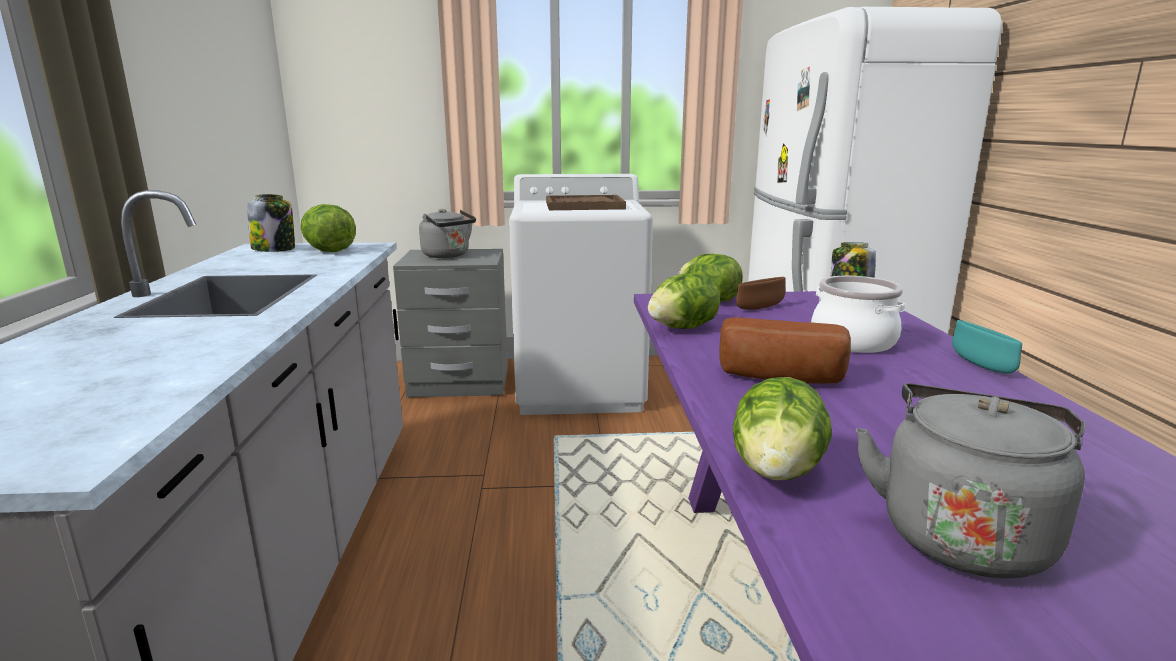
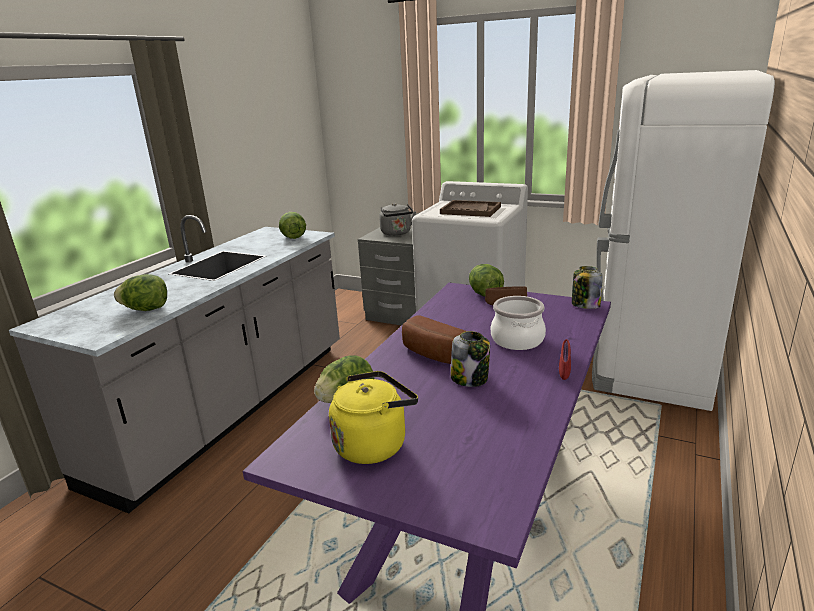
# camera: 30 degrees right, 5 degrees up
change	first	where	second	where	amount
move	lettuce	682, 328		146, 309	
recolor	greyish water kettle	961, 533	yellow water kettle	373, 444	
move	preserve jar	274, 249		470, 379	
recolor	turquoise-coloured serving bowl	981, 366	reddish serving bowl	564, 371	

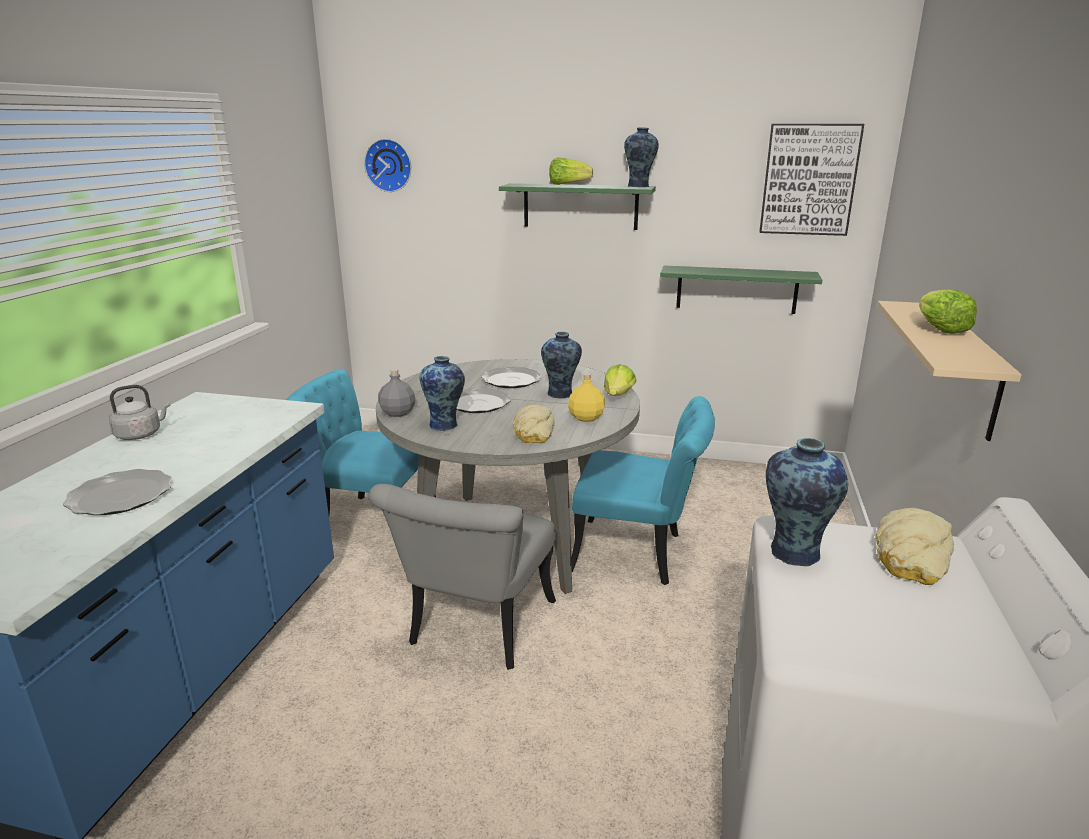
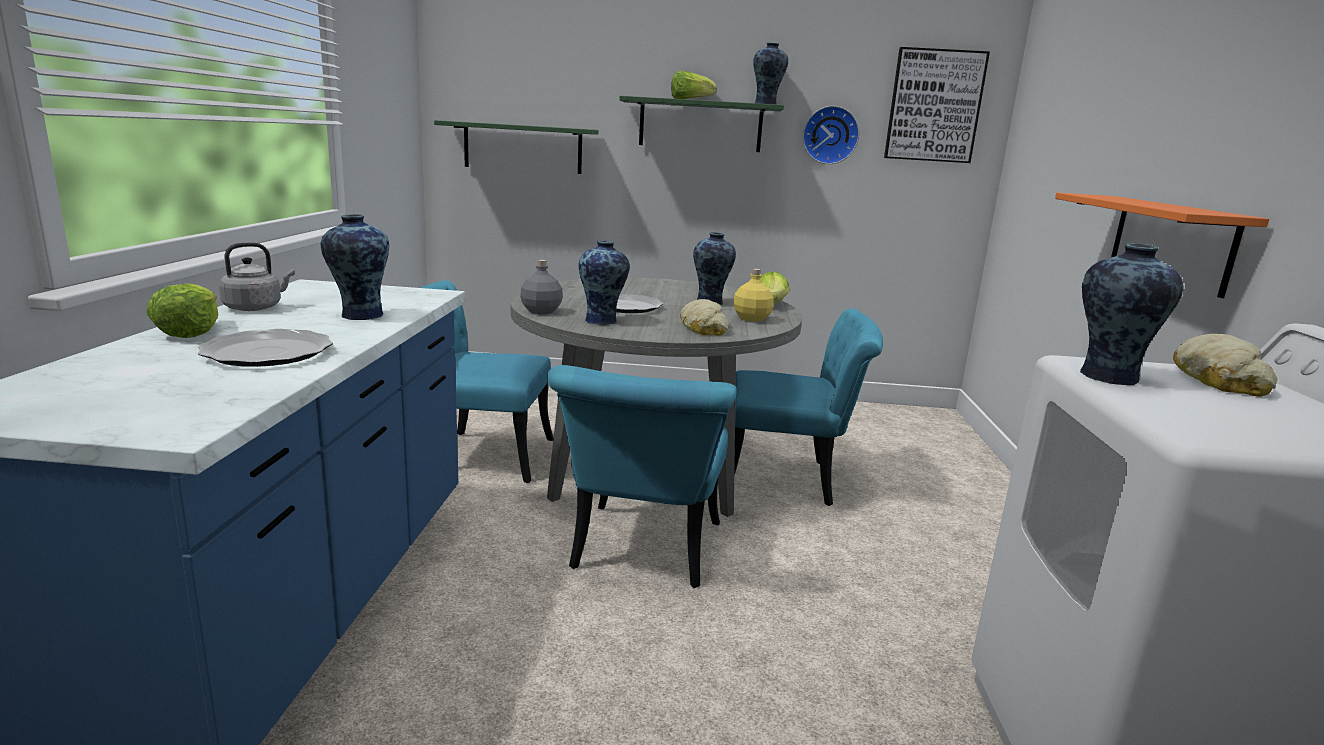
# camera: 10 degrees left, 5 degrees down
change	first	where	second	where	amount
move	lettuce	939, 329		190, 332	
insert			decorative vase	360, 315	
move	greenish wall shelf	736, 289		523, 148	
recolor	greyish plain chair	476, 632	turquoise-coloured plain chair	642, 554	
move	wall clock	389, 165		830, 135	
recolor	beige wall shelf	966, 368	orange-coloured wall shelf	1170, 242	
delete	flat dish	511, 380			

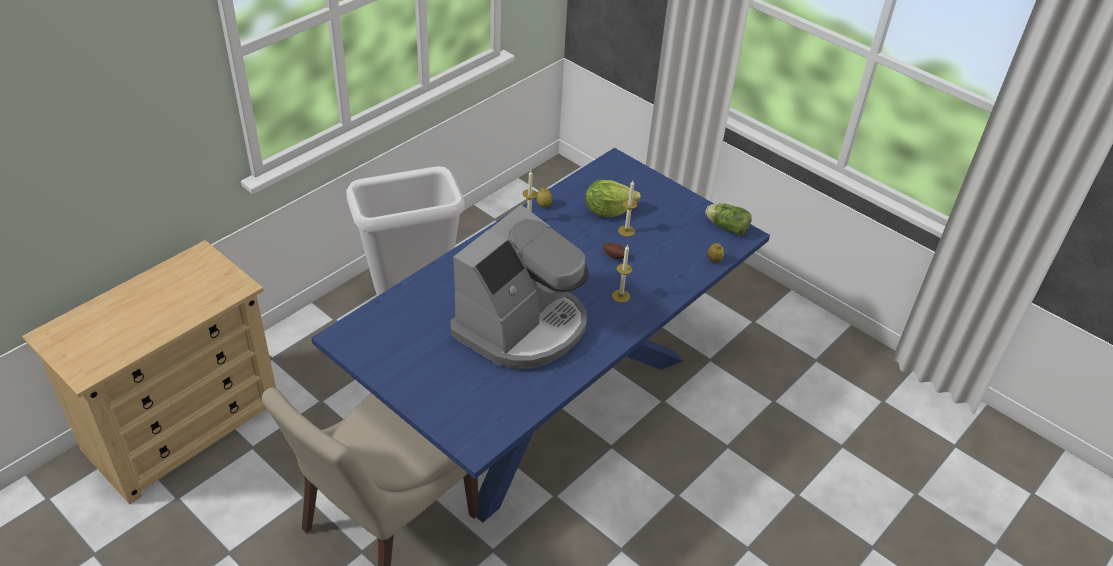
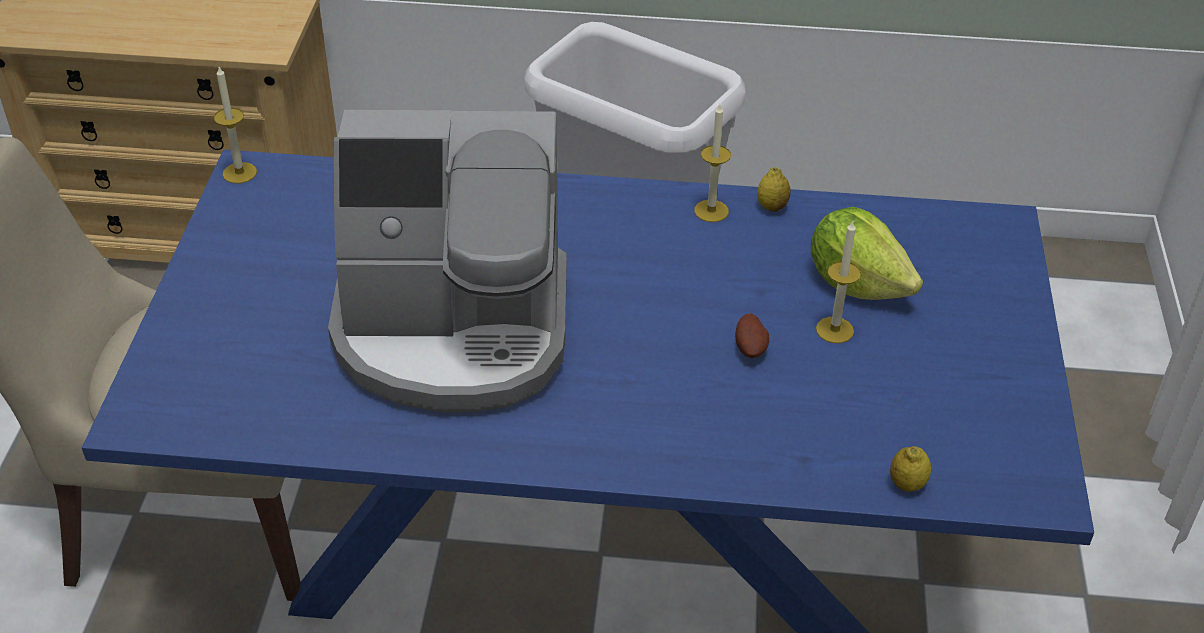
# camera: 55 degrees right, 0 degrees up
change	first	where	second	where	amount
move	wax candle	621, 296		239, 173	
delete	lettuce	725, 226			

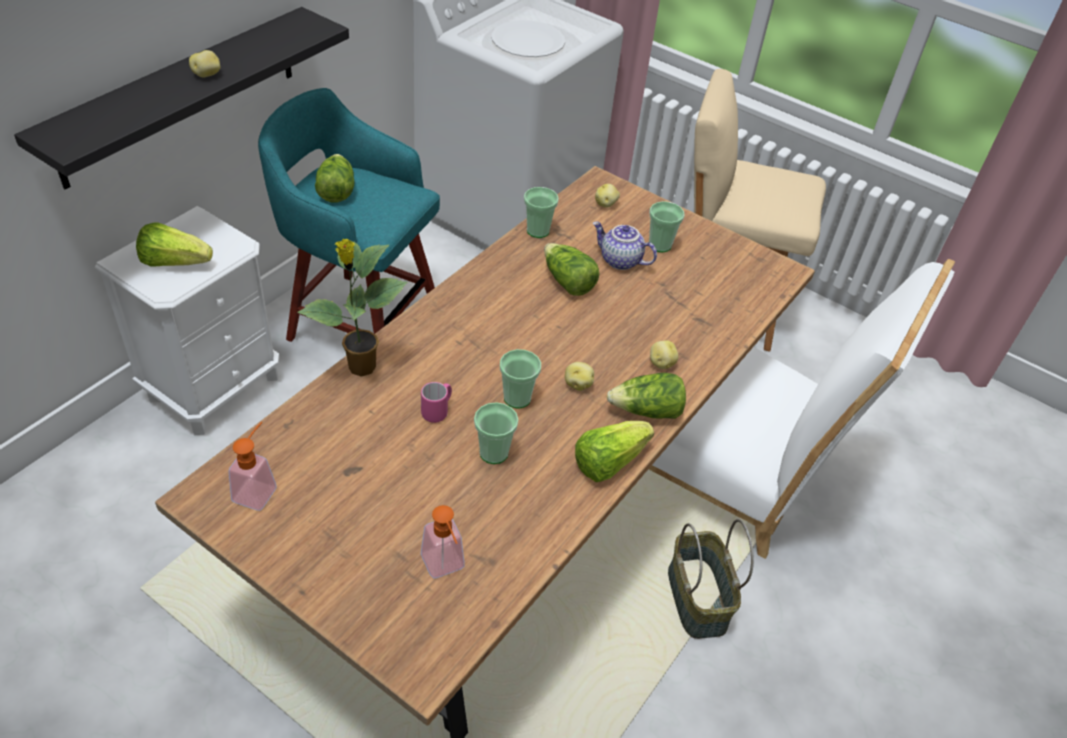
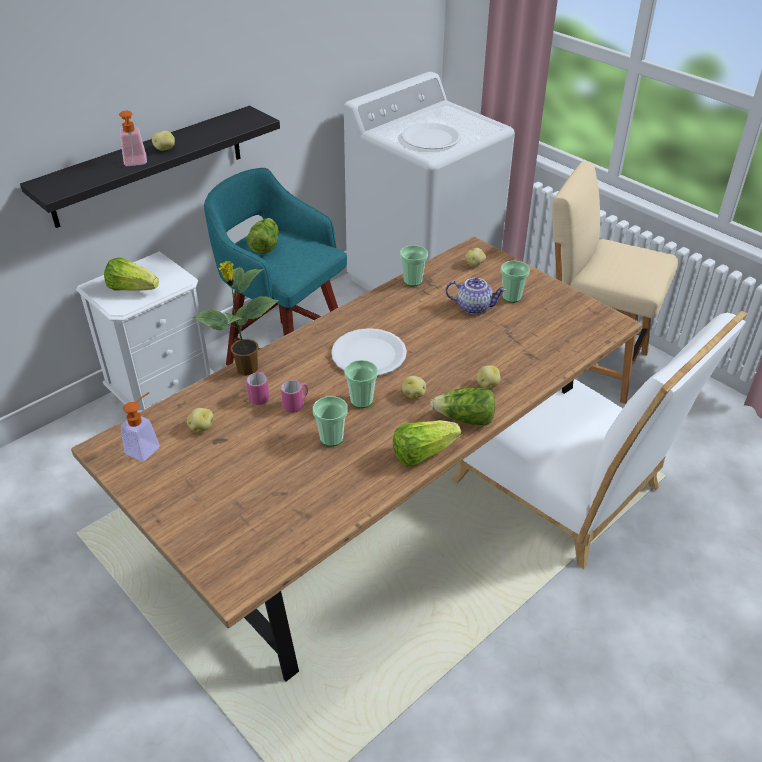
# camera: 15 degrees right, 5 degrees down
change	first	where	second	where	amount
move	soap bottle	445, 567		135, 163	
insert			potato	201, 428	
insert			pink coffee mug	260, 396	
insert			white-coloured flat dish	369, 354	
rotate	teapot	619, 261		474, 307	150 degrees clockwise
delete	lettuce	567, 282			
delete	storage basket	695, 598			

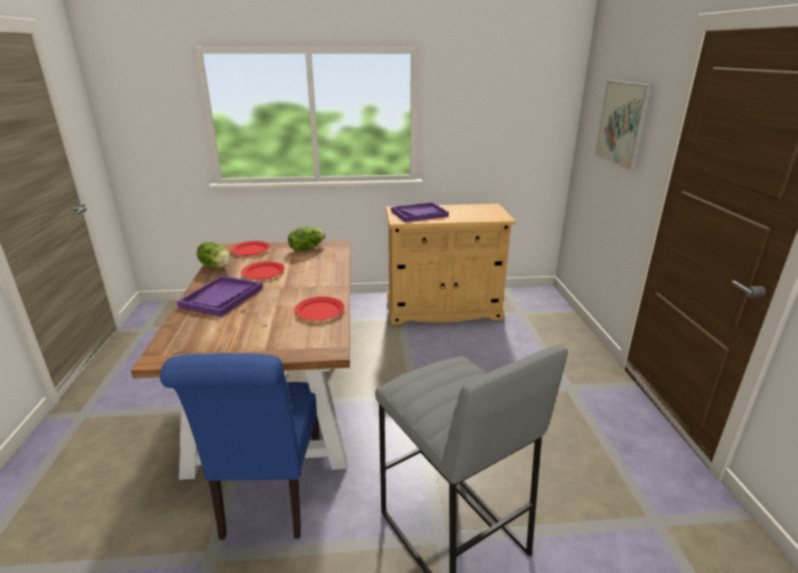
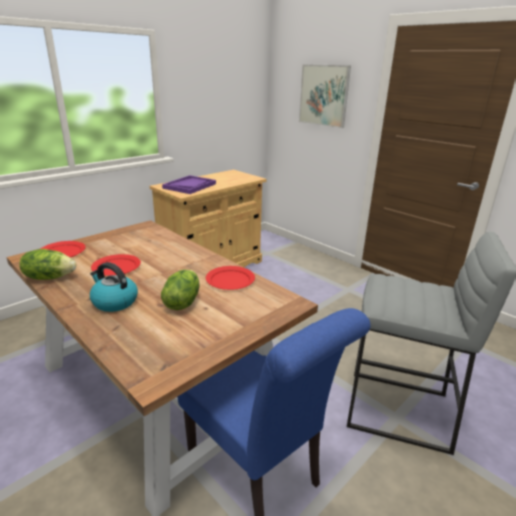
# camera: 40 degrees left, 0 degrees up
change	first	where	second	where	amount
replace	purplish carrying tray	222, 297	water kettle	114, 302	
move	lettuce	306, 248		182, 302	

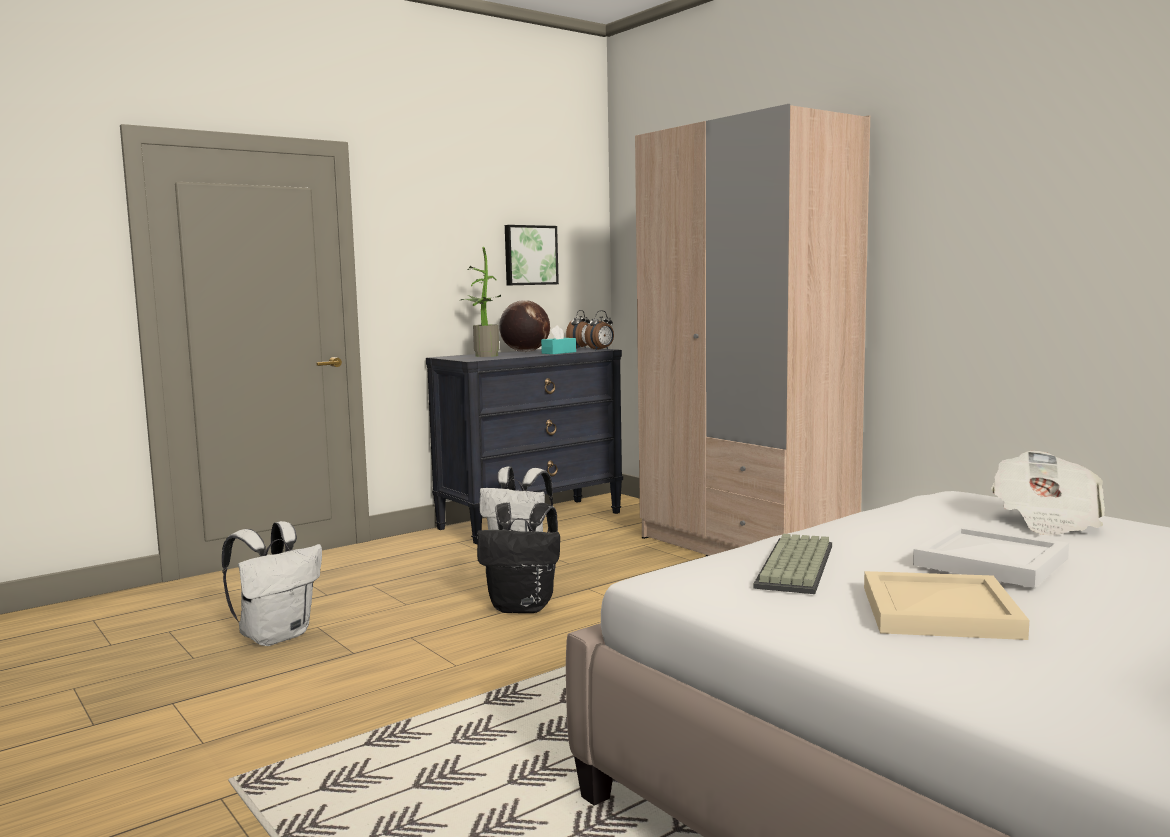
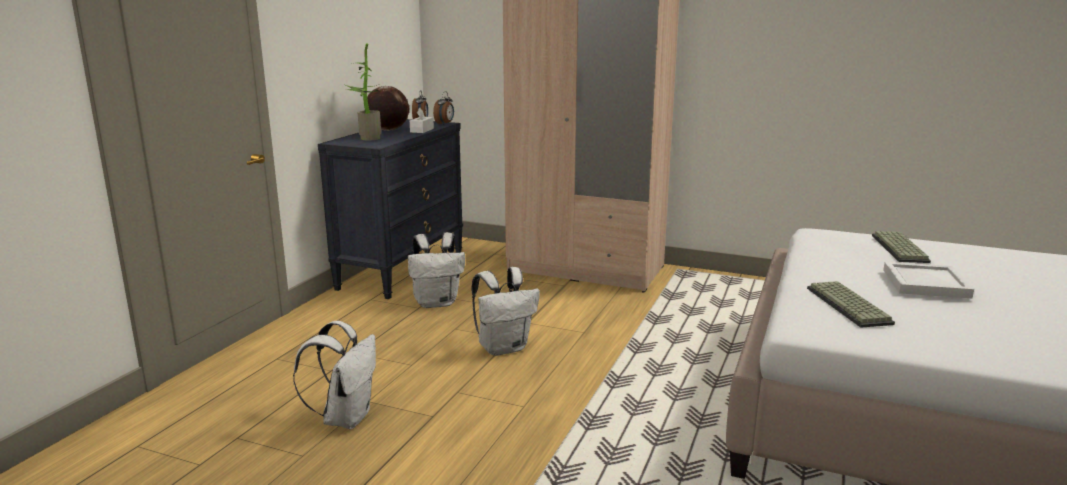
# camera: 30 degrees left, 10 degrees up
change	first	where	second	where	amount
recolor	turquoise-coloured box of tissues	559, 352	white-coloured box of tissues	422, 130	
recolor	black-coloured rucksack	523, 607	white-coloured rucksack	504, 348	
replace	daily paper	1046, 522	PC keyboard	901, 249	
delete	picture	530, 255			
delete	beige carrying tray	936, 611			

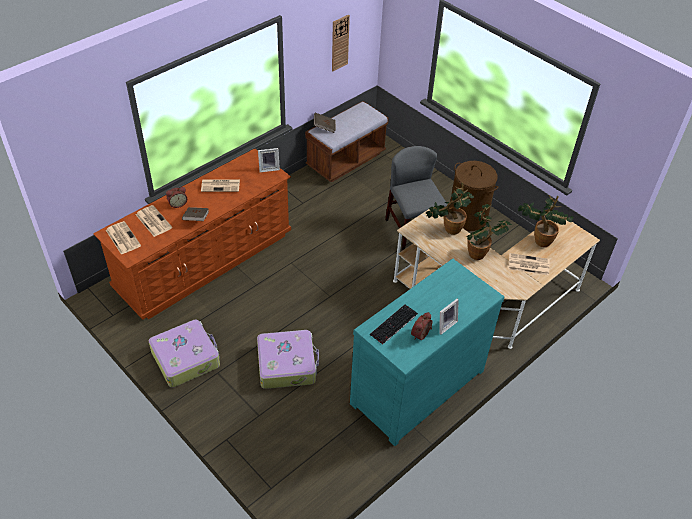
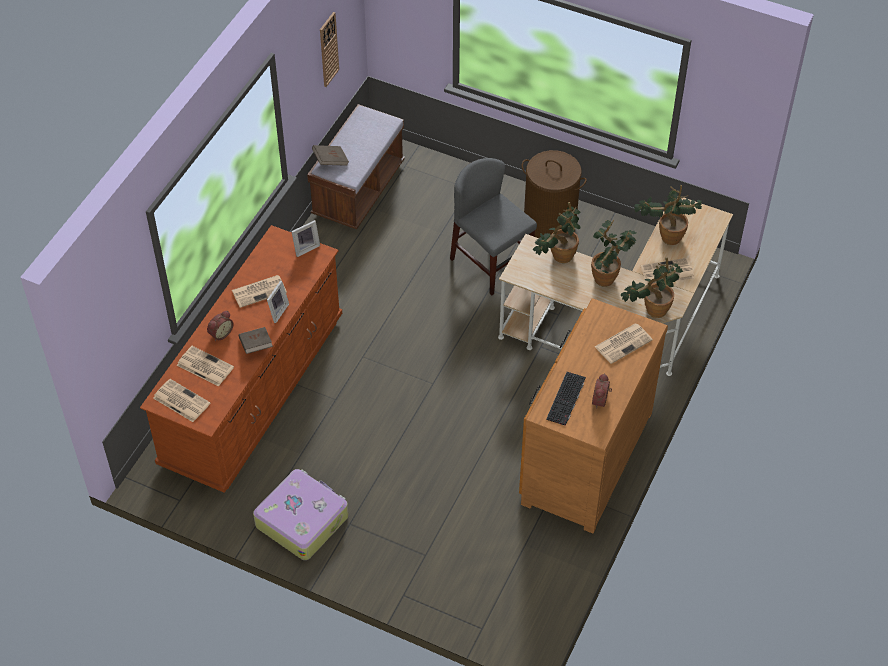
# camera: 20 degrees left, 5 degrees up
change	first	where	second	where	amount
move	picture frame	445, 324		277, 311	
recolor	turquoise-coloured chest of drawers	415, 385	brownish chest of drawers	584, 457	
insert			daily paper	623, 343	
insert			plant in a pot	651, 310	
delete	travel case	287, 364			

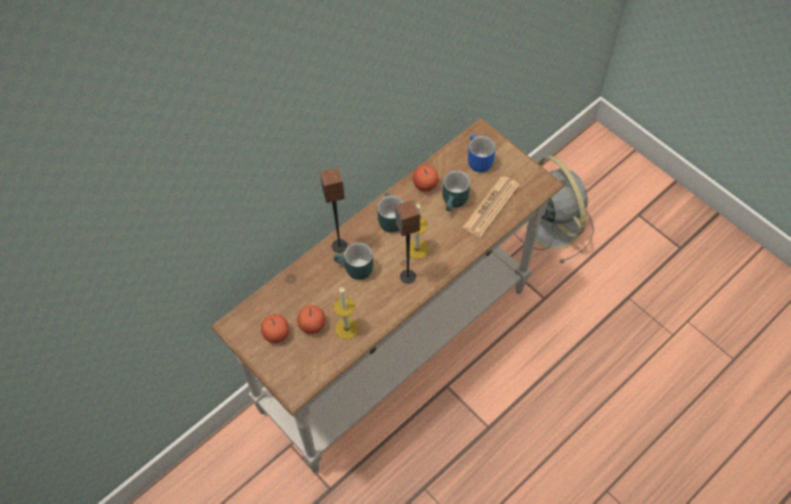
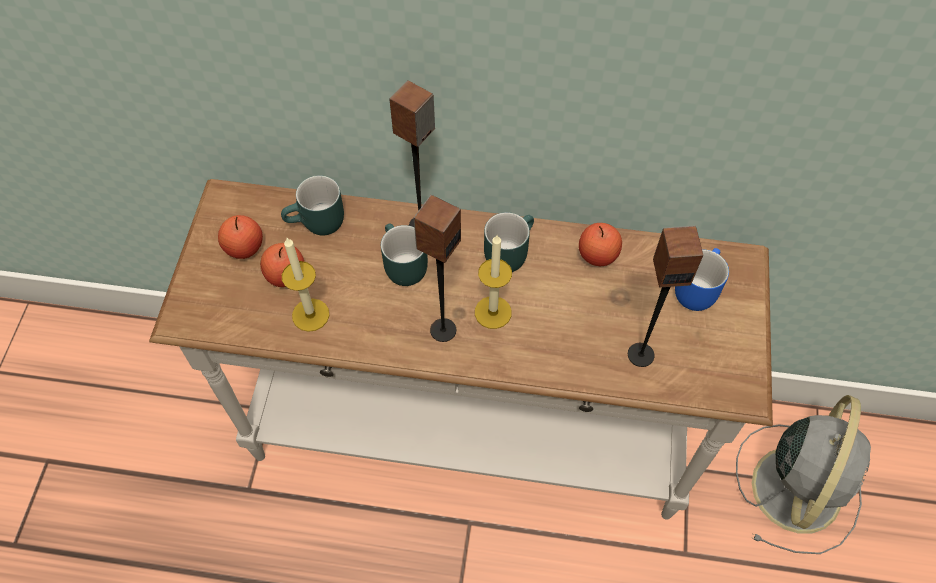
# camera: 50 degrees right, 0 degrees up
change	first	where	second	where	amount
move	turquoise-coloured coffee mug	455, 202		318, 225	
replace	daily paper	491, 206	loudspeaker	640, 354	

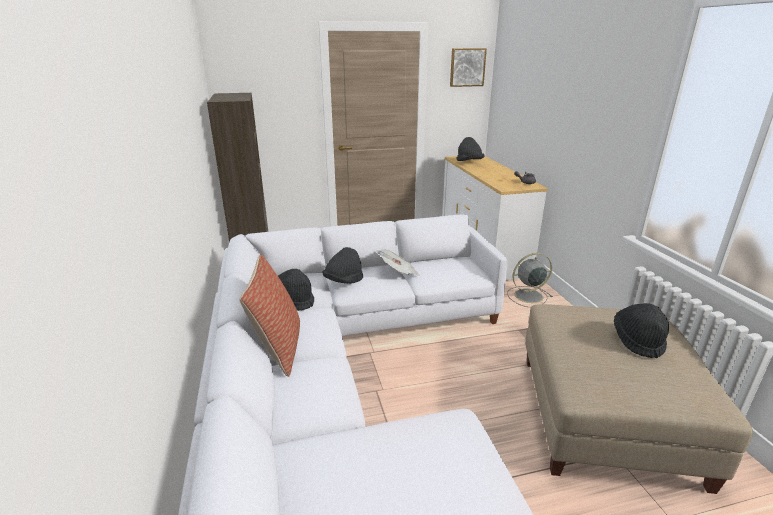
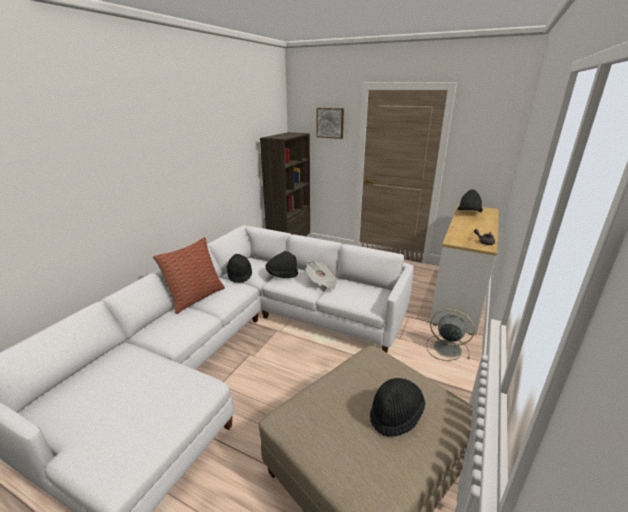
# camera: 40 degrees right, 0 degrees up
change	first	where	second	where	amount
move	picture	467, 67		330, 123	

